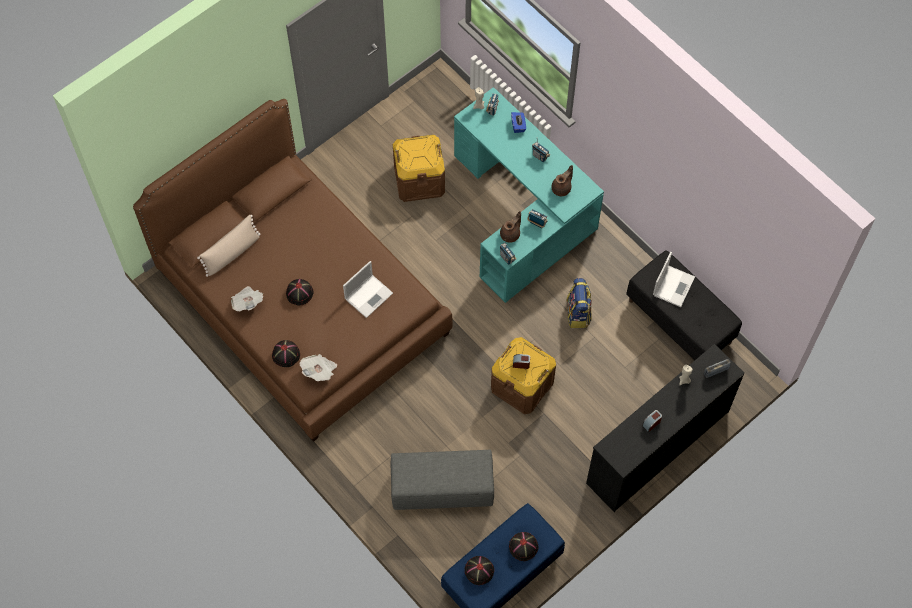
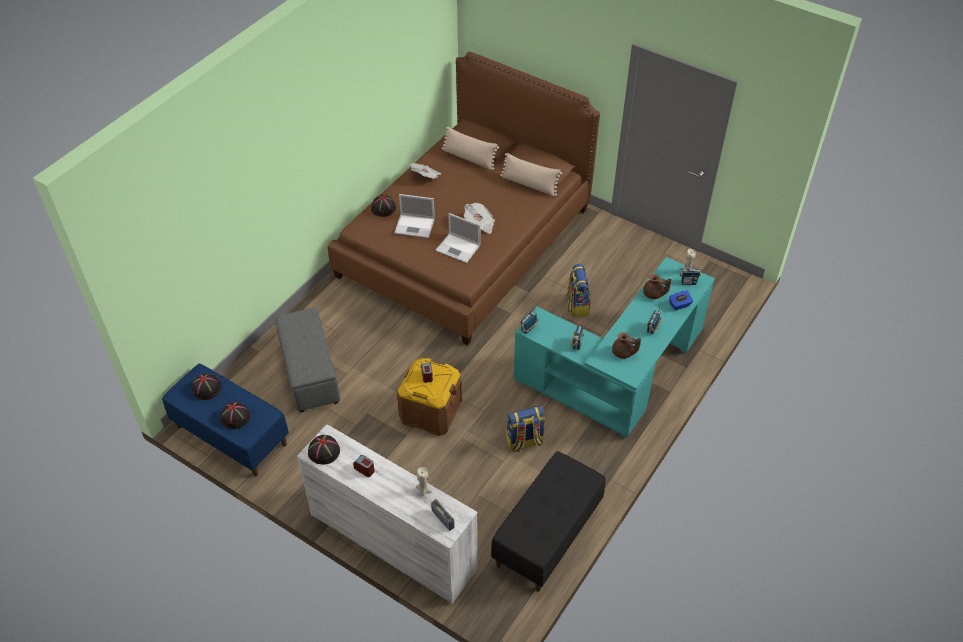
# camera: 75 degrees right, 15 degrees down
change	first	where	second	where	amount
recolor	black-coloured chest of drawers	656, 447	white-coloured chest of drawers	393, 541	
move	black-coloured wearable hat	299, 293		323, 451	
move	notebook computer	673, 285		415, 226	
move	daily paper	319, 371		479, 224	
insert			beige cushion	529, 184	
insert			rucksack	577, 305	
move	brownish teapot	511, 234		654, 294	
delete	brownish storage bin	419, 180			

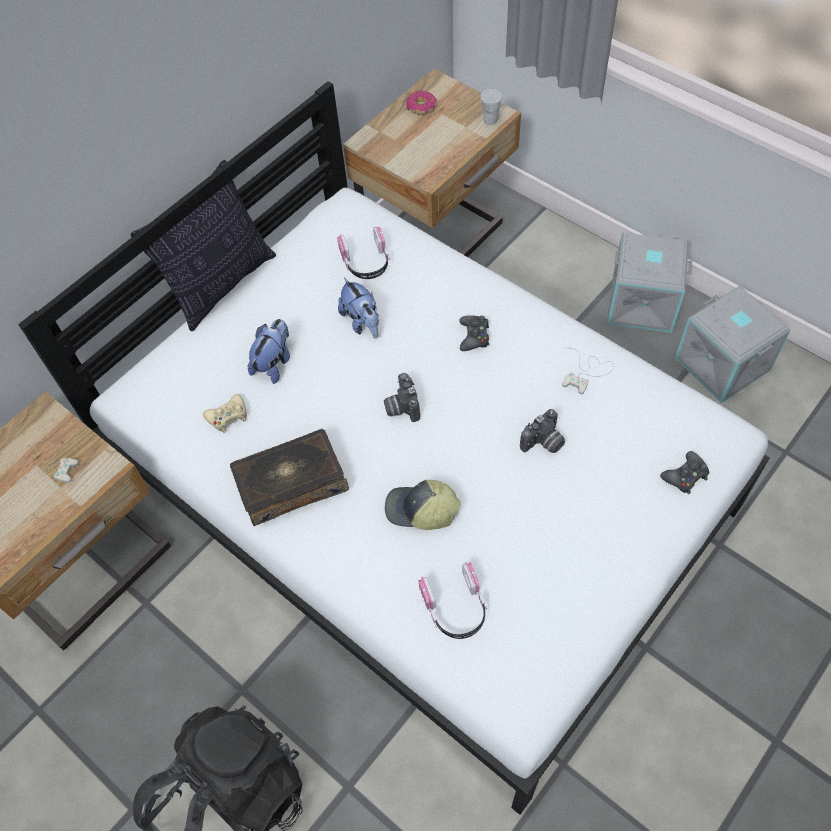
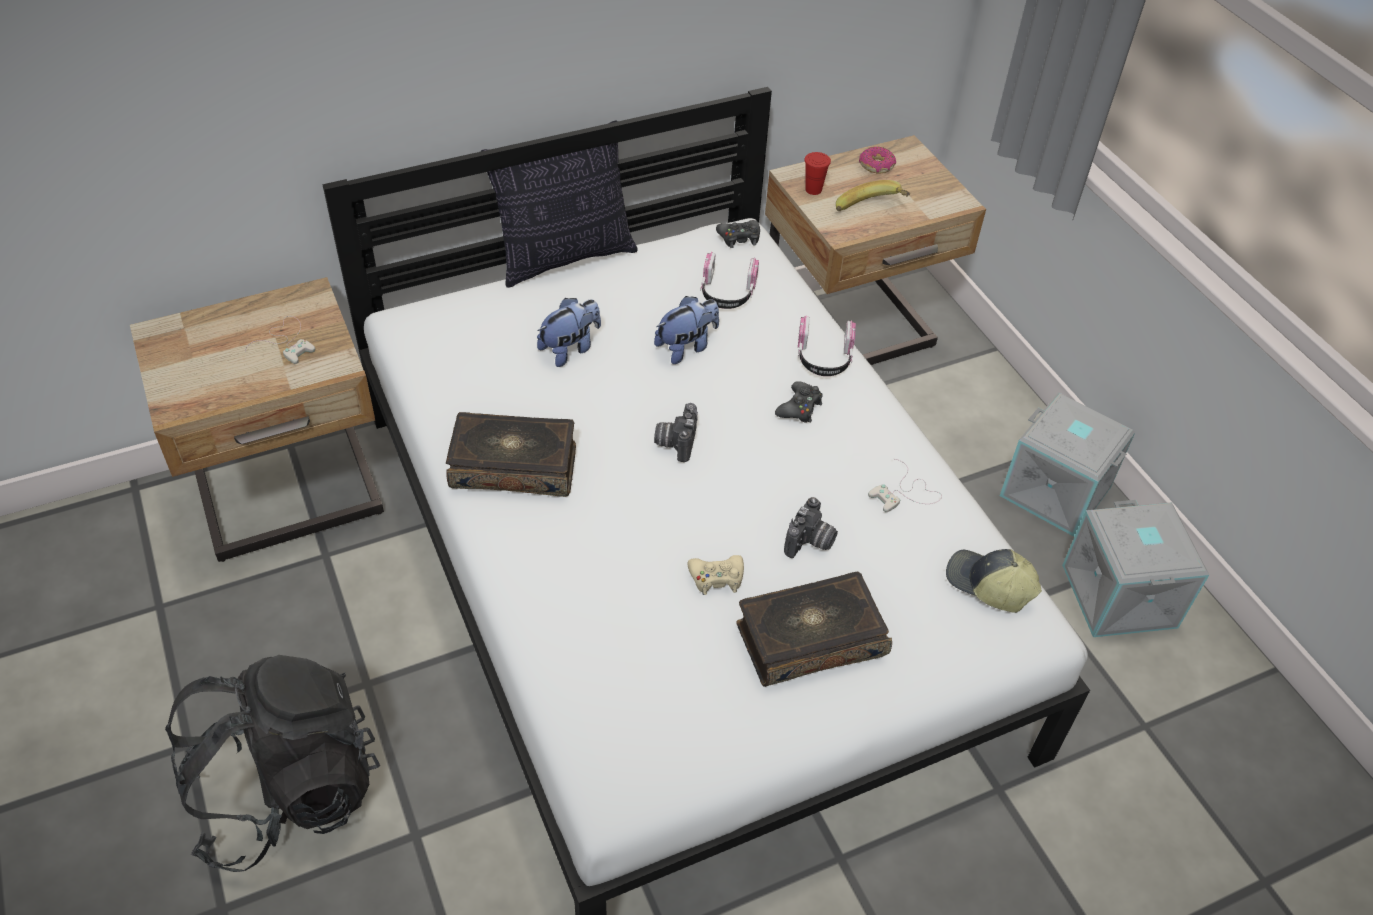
# camera: 20 degrees right, 10 degrees down
change	first	where	second	where	amount
rotate	plush toy	362, 322		686, 347	120 degrees counterclockwise
move	beige joypad	228, 416		716, 578	
move	black-coloured joypad	685, 476		739, 238	
insert			bound book	809, 639	
rotate	still camera	543, 443		810, 543	45 degrees counterclockwise
move	pair of headphones	456, 608		824, 358	
insert			reddish cup	813, 190	
insert			whole banana	871, 212	
move	cap	421, 511		988, 585	
delete	white-coloured cup	490, 120			

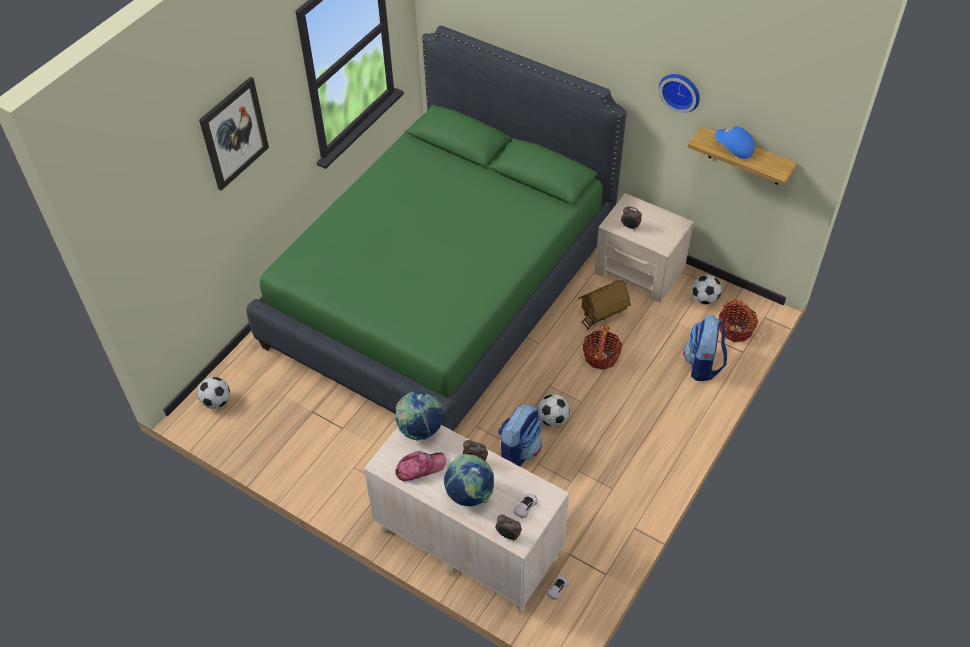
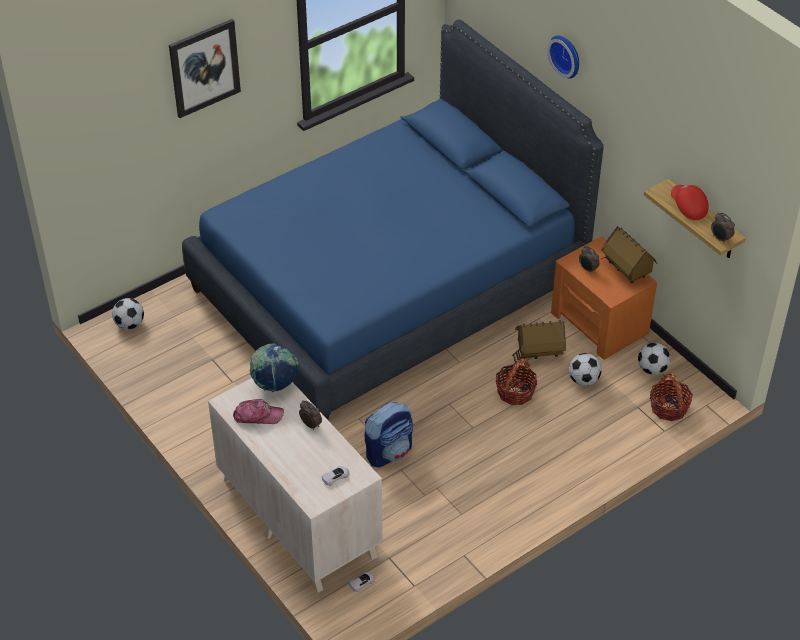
# camera: 20 degrees right, 5 degrees down
change	first	where	second	where	amount
recolor	greenish sleeping bed	442, 291	bluish sleeping bed	389, 286	
move	wall clock	681, 91		567, 55	
recolor	beige bedside table	640, 270	orange-coloured bedside table	599, 323	
move	ball for football	553, 419		583, 380	
insert			toy house	626, 270	
recolor	bluish cap	733, 148	reddish cap	687, 207	
move	bedside clock	508, 535		720, 239	
delete	desk globe	470, 494			
delete	rucksack	703, 365			

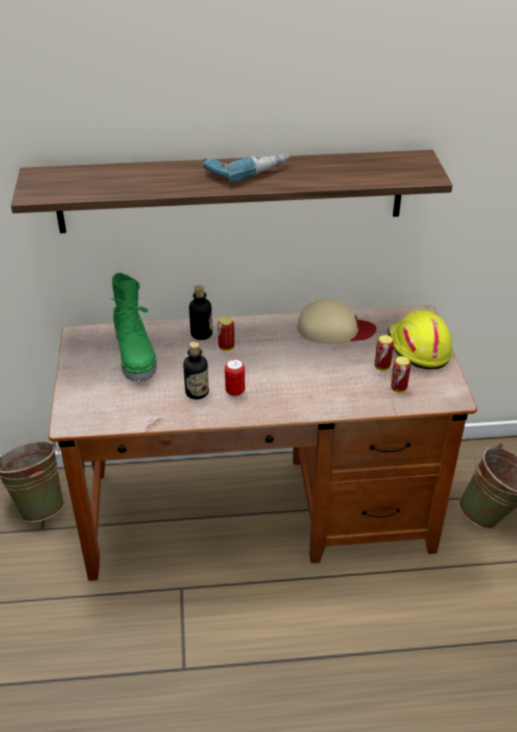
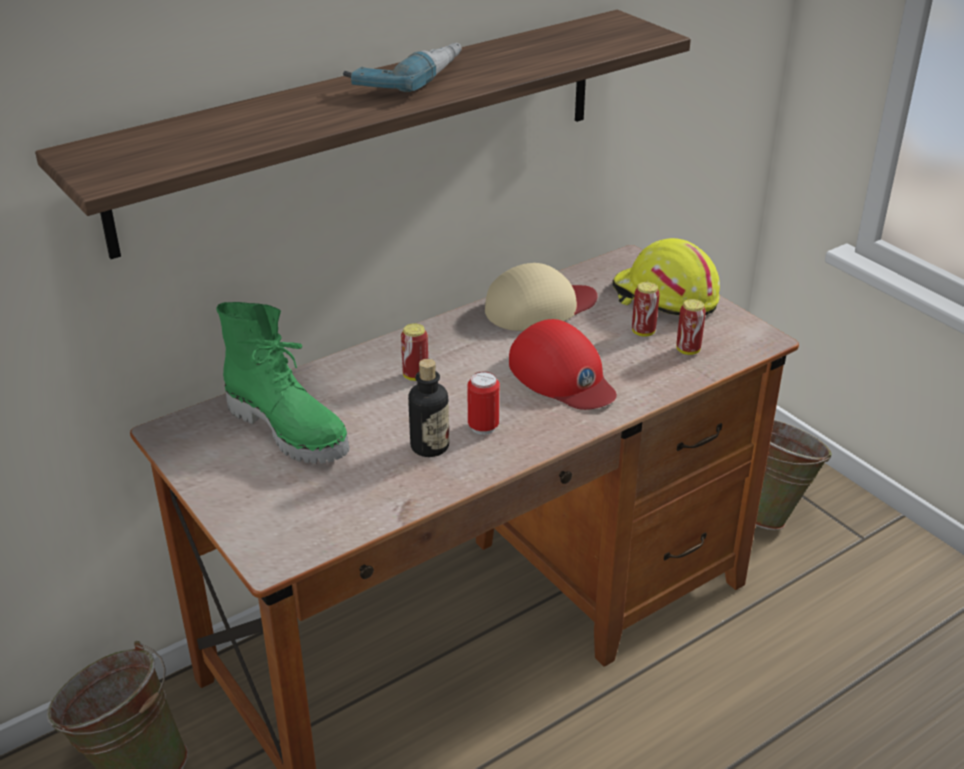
# camera: 30 degrees left, 5 degrees down
change	first	where	second	where	amount
insert			reddish cap	562, 376	
delete	bottle	201, 334			

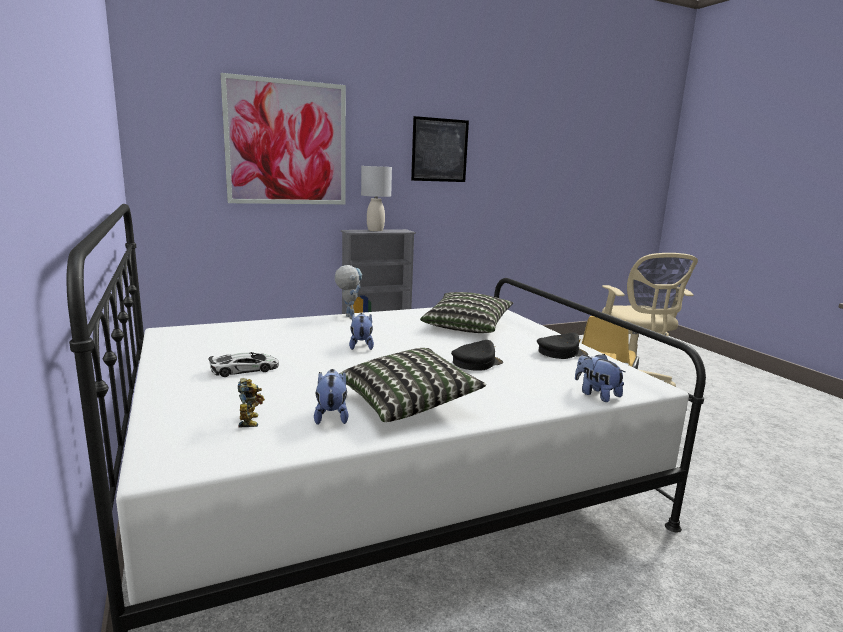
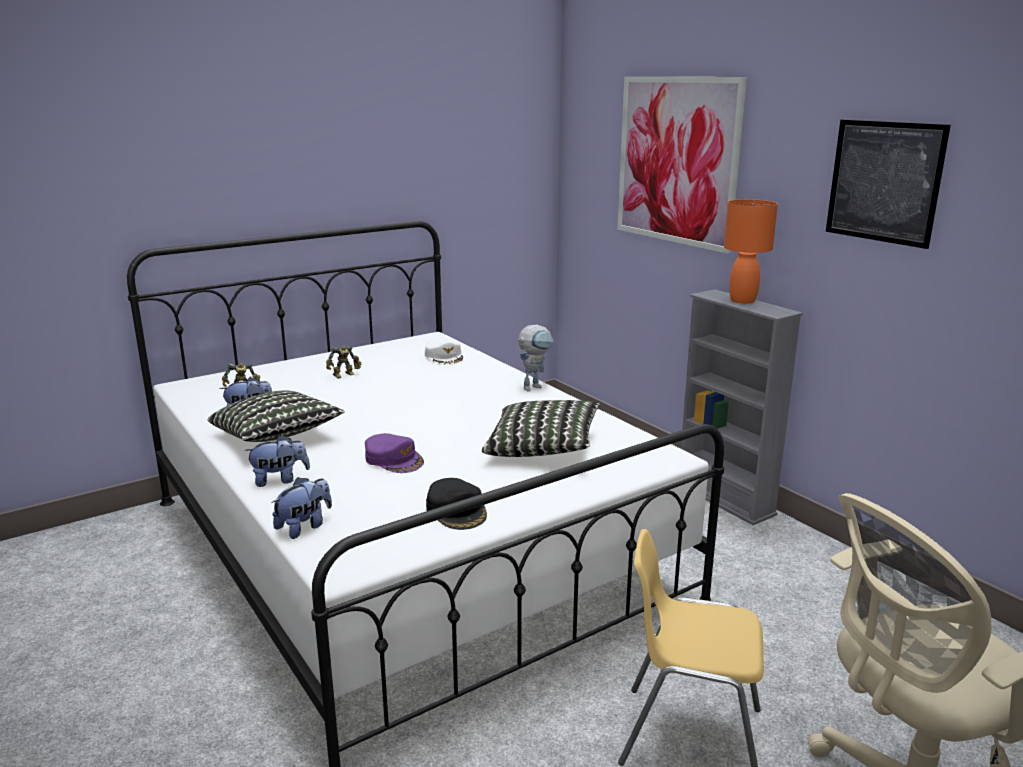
# camera: 80 degrees right, 5 degrees up
change	first	where	second	where	amount
move	plush toy	361, 346		280, 480	
replace	model car	245, 369	robot figure	345, 375	
recolor	black-coloured cap	476, 363	purplish cap	394, 459	
insert			white-coloured cap	444, 357	
recolor	greyish table lamp	375, 230	orange-coloured table lamp	743, 301	

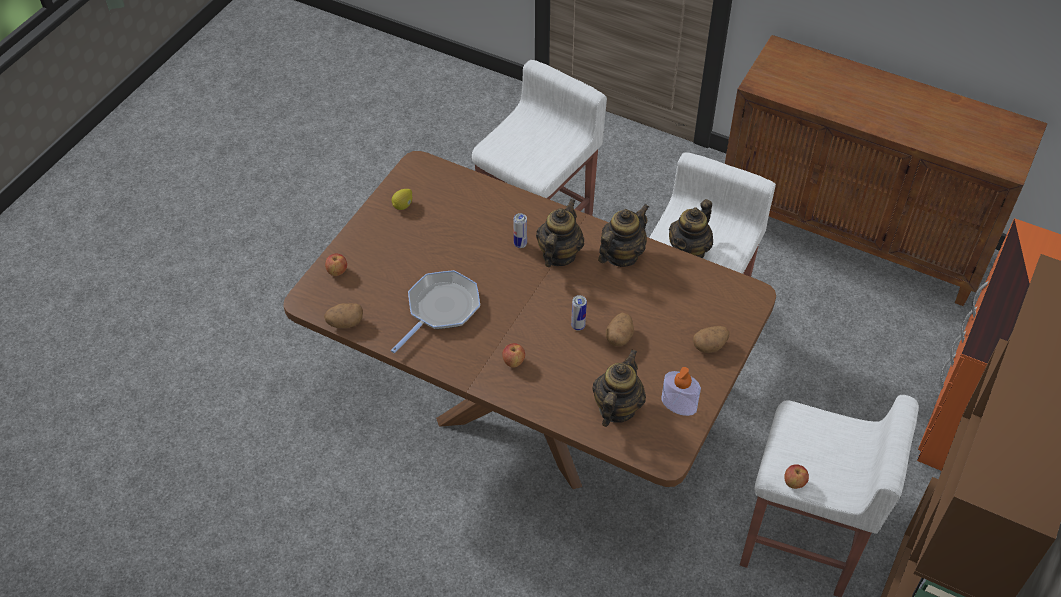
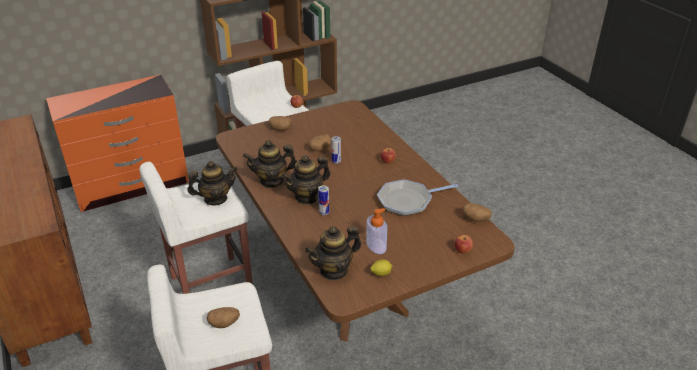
# camera: 145 degrees left, 15 degrees down
change	first	where	second	where	amount
insert			potato	224, 323	
move	teapot	616, 408		334, 270	
move	soap bottle	679, 404		376, 245	

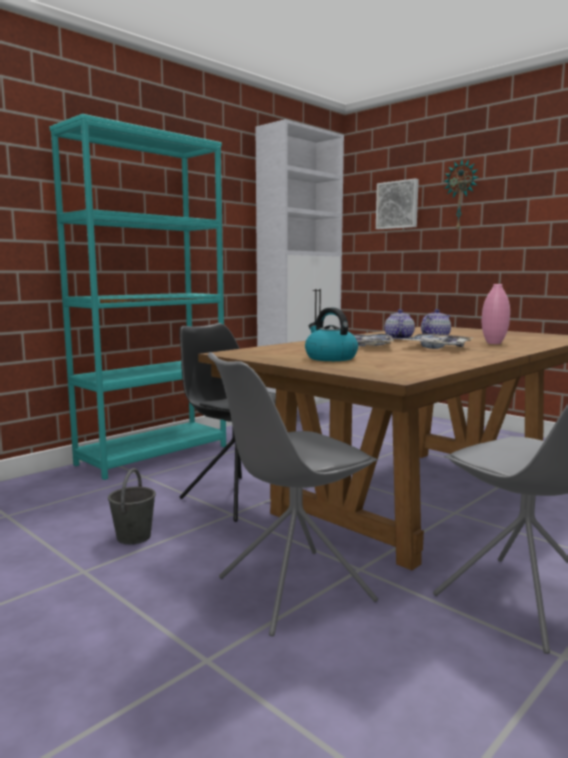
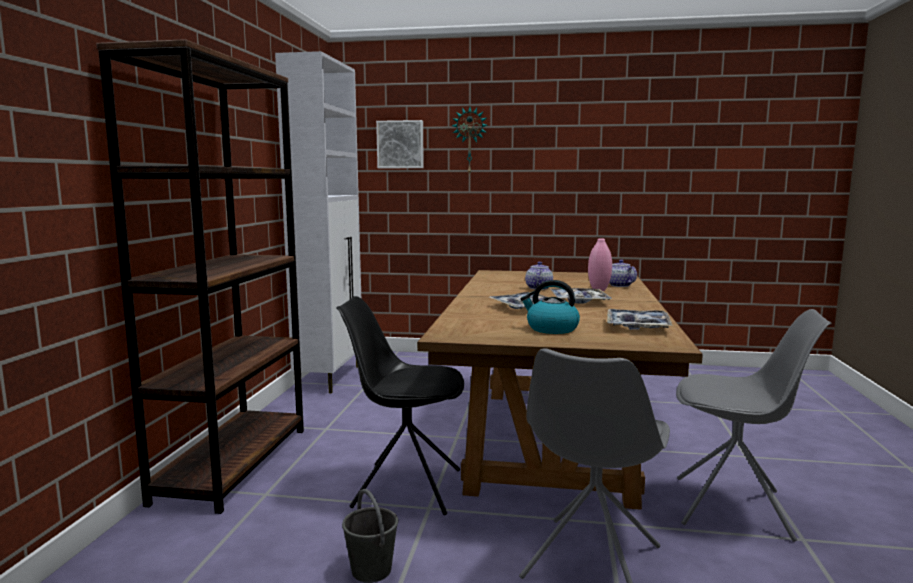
# camera: 35 degrees left, 0 degrees up
change	first	where	second	where	amount
recolor	turquoise-coloured bookcase	154, 455	brownish bookcase	234, 463	
insert			carrying tray	637, 326	
move	teapot	398, 338		619, 285	

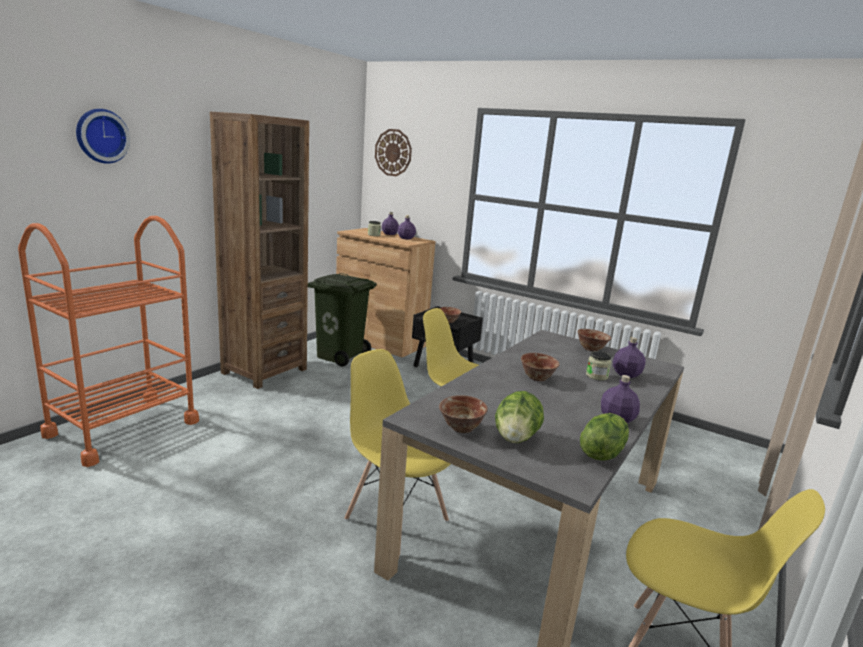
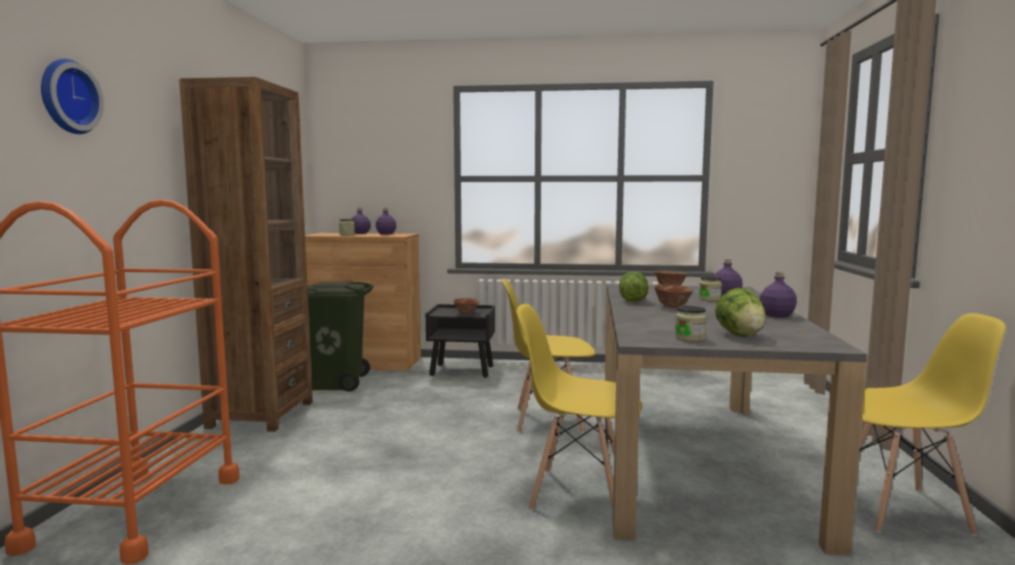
# camera: 25 degrees left, 10 degrees down
change	first	where	second	where	amount
move	lettuce	601, 452		632, 301	
replace	serving bowl	461, 428	preserve jar	690, 338	
delete	wall clock	393, 152			

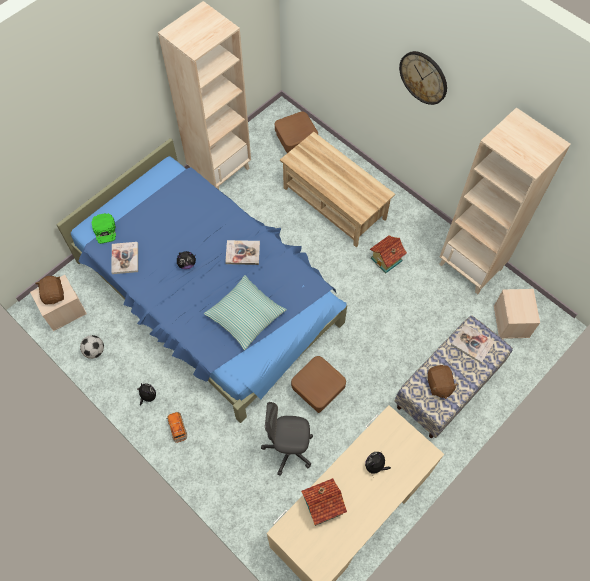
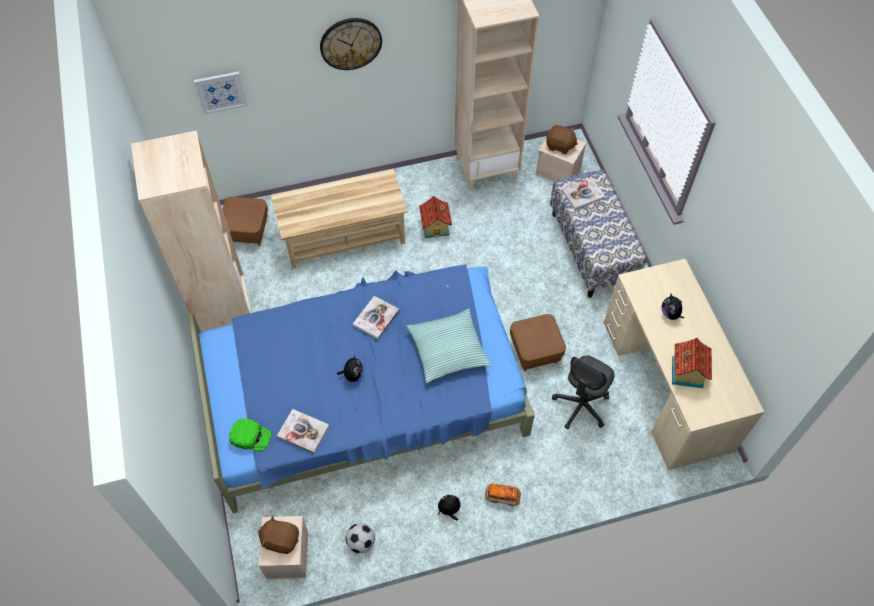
# camera: 60 degrees left, 5 degrees down
change	first	where	second	where	amount
insert			picture	220, 92	
move	brownish plush toy	439, 385		560, 146	

